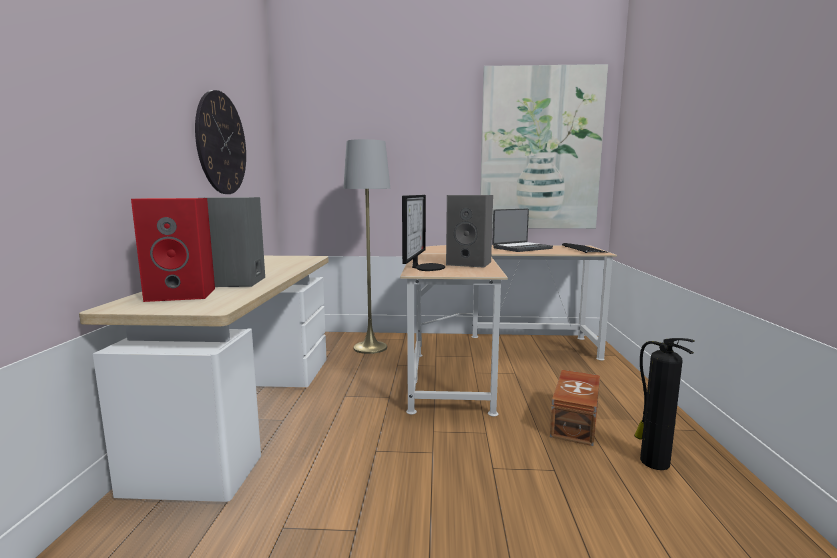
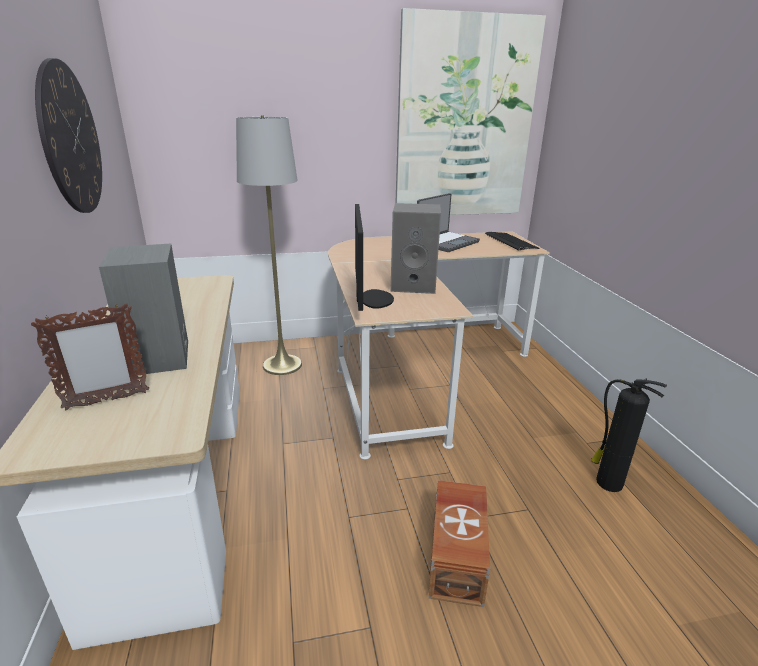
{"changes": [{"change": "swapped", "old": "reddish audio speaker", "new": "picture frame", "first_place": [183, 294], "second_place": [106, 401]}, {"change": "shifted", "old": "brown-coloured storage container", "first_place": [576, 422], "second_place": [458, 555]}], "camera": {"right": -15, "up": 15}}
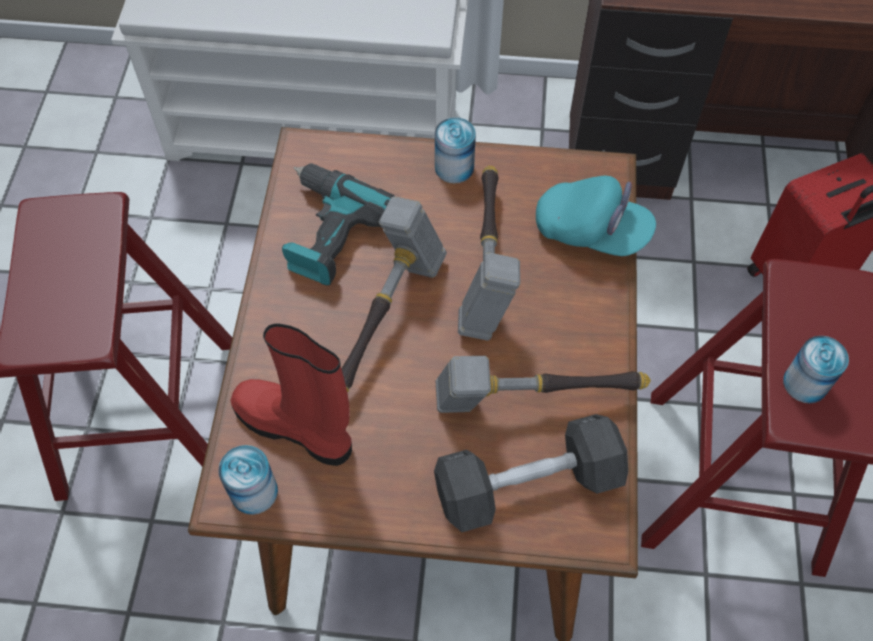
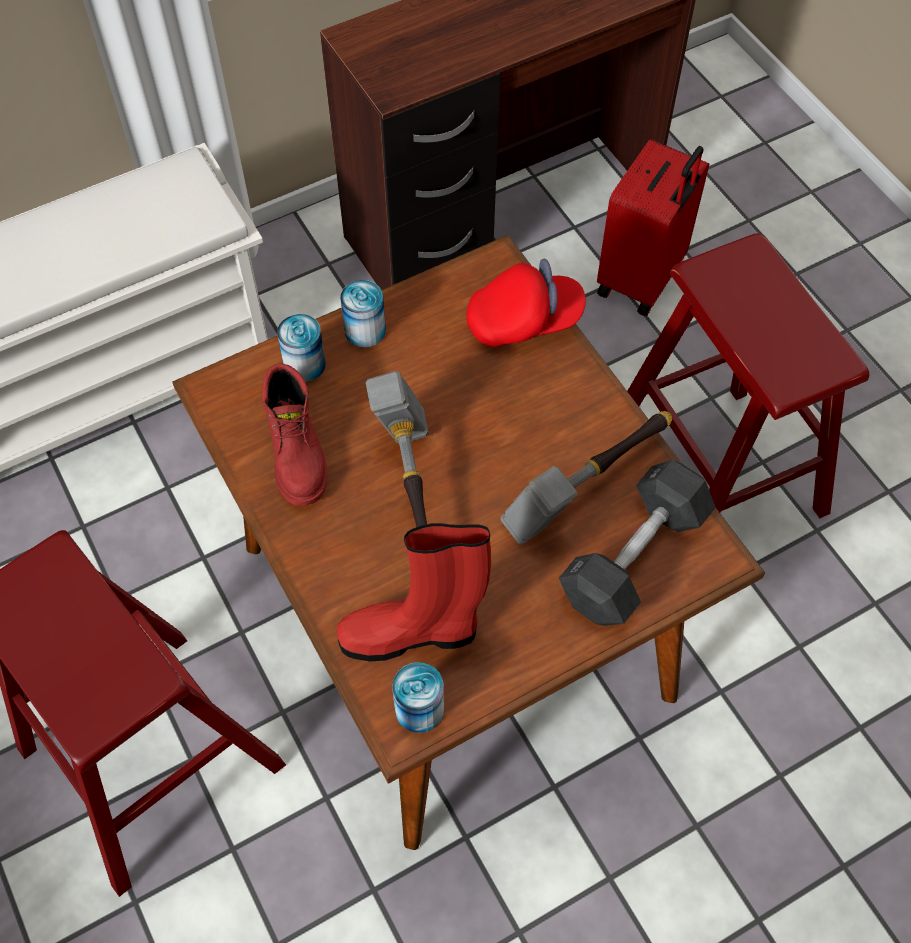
{"changes": [{"change": "swapped", "old": "drill", "new": "reddish boot", "first_place": [327, 232], "second_place": [297, 451]}, {"change": "gone", "old": "tool hammer", "first_place": [486, 266]}, {"change": "repainted", "old": "blue-green baseball cap", "new": "reddish baseball cap", "first_place": [591, 231], "second_place": [524, 321]}, {"change": "shifted", "old": "metal can", "first_place": [805, 383], "second_place": [304, 364]}], "camera": {"right": -35, "up": 0}}
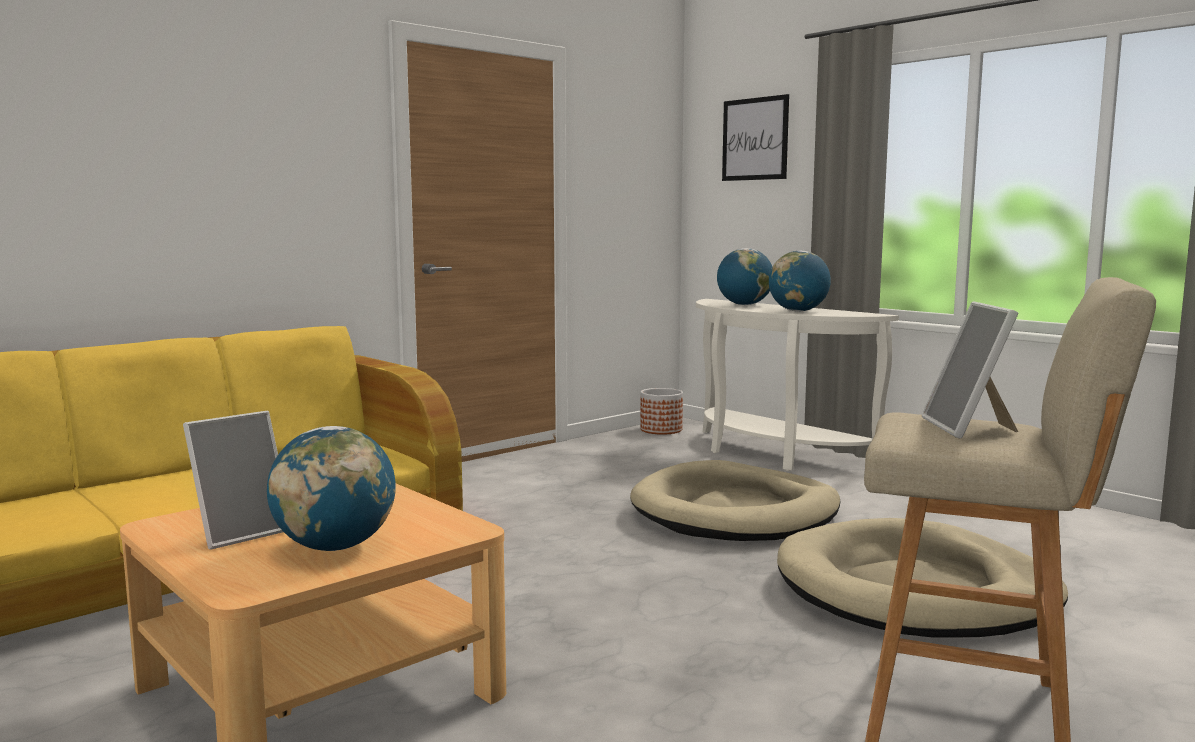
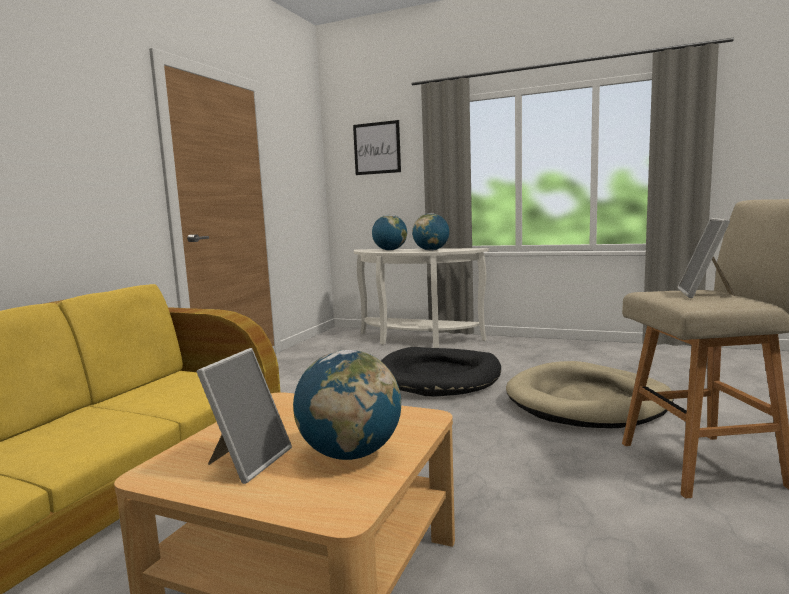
{"changes": [{"change": "rotated", "old": "picture frame", "first_place": [970, 428], "second_place": [704, 294], "degrees": 45}, {"change": "gone", "old": "planter", "first_place": [660, 430]}, {"change": "repainted", "old": "beige-coloured dog cushion", "new": "blackish dog cushion", "first_place": [735, 512], "second_place": [439, 377]}], "camera": {"right": -25, "up": 0}}
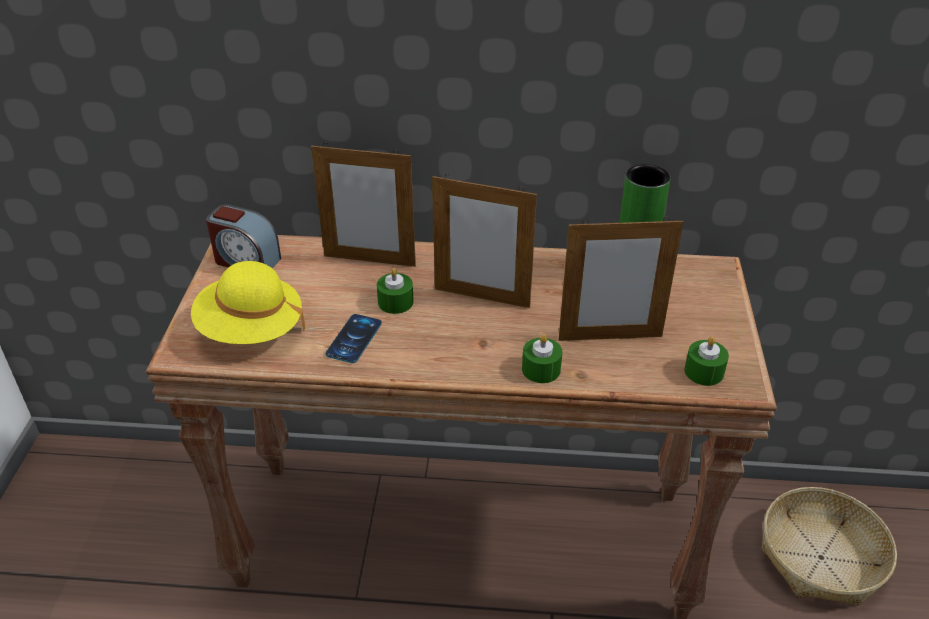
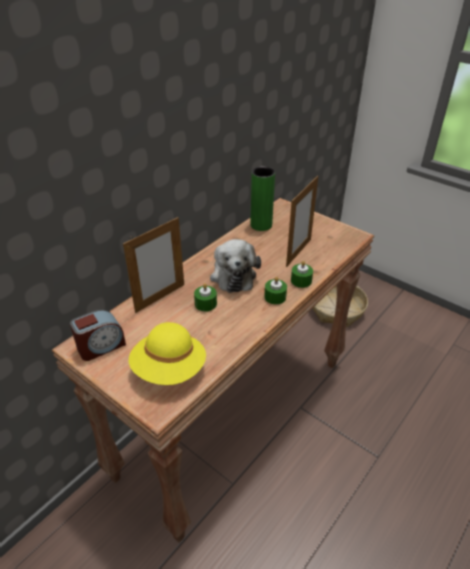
{"changes": [{"change": "swapped", "old": "picture frame", "new": "plush toy", "first_place": [482, 298], "second_place": [233, 274]}, {"change": "gone", "old": "telephone", "first_place": [354, 339]}, {"change": "shifted", "old": "greenish wax light", "first_place": [704, 372], "second_place": [275, 297]}], "camera": {"right": -55, "up": 0}}
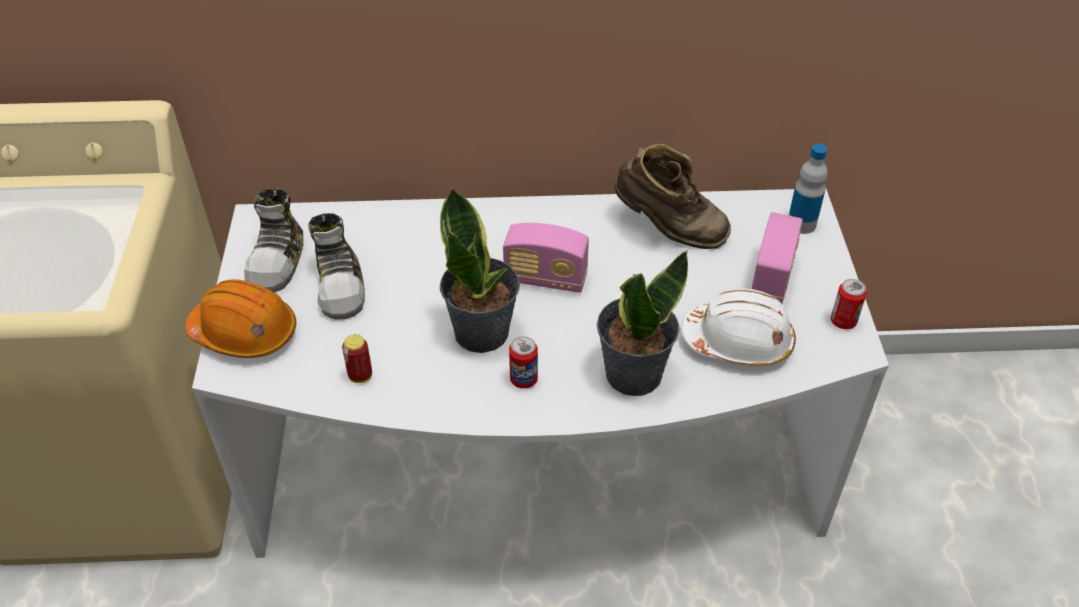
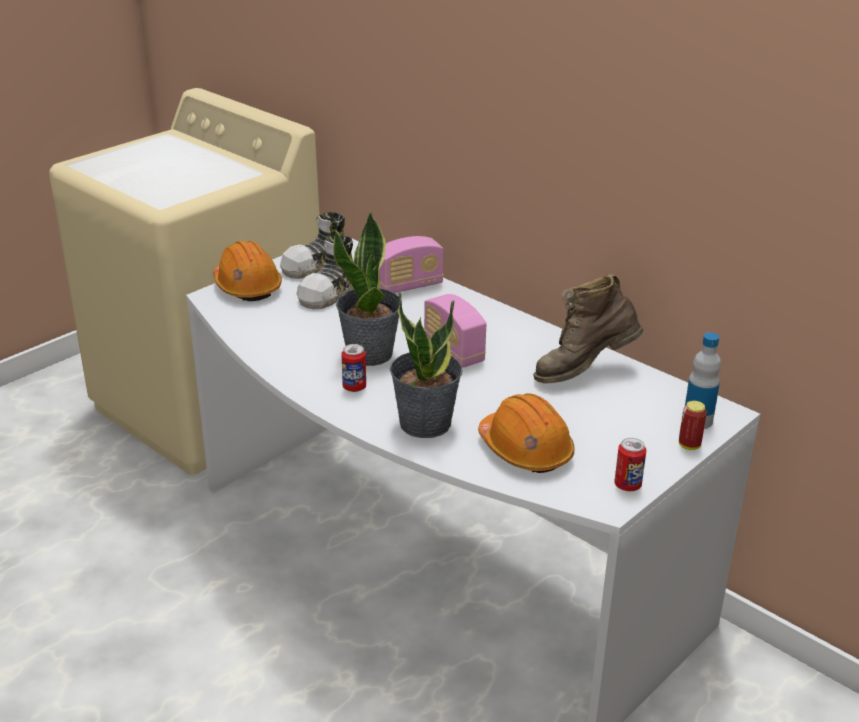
{"changes": [{"change": "rotated", "old": "brown-coloured boot", "first_place": [668, 230], "second_place": [583, 371], "degrees": 90}, {"change": "shifted", "old": "radio set", "first_place": [772, 278], "second_place": [409, 286]}, {"change": "repainted", "old": "whitish safety helmet", "new": "orange-coloured safety helmet", "first_place": [738, 342], "second_place": [525, 450]}, {"change": "shifted", "old": "metal can", "first_place": [360, 376], "second_place": [689, 445]}], "camera": {"right": 45, "up": -15}}
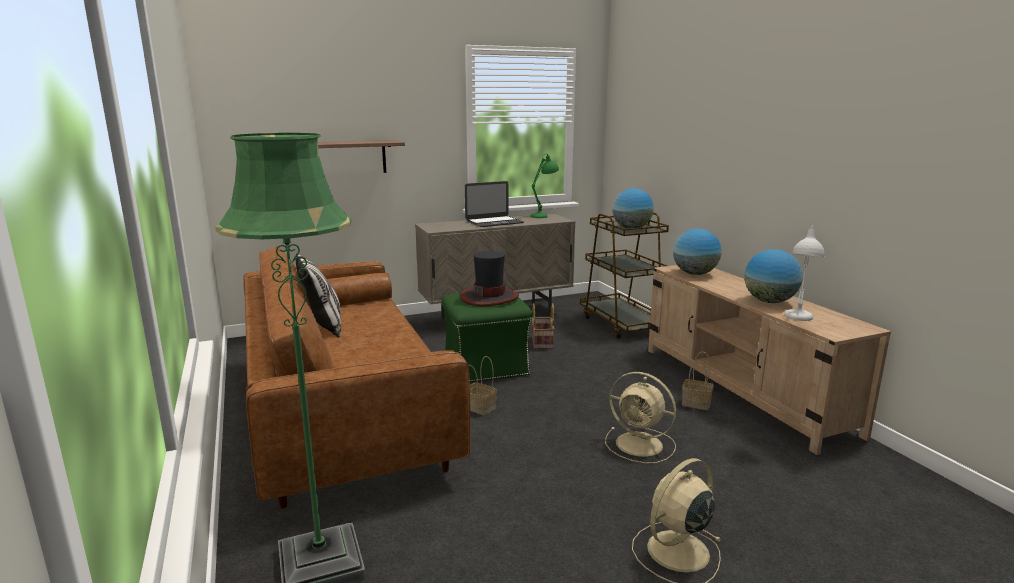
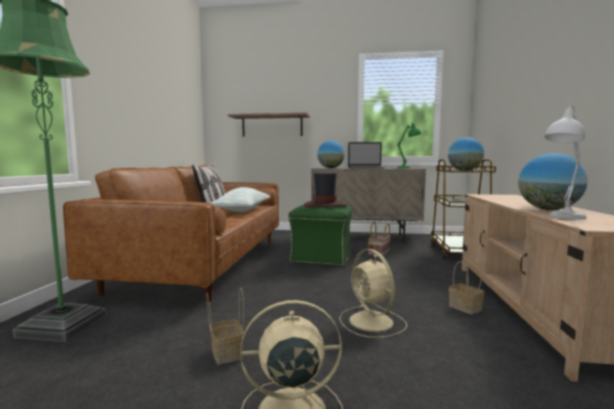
{"changes": [{"change": "shifted", "old": "world globe", "first_place": [694, 274], "second_place": [330, 168]}, {"change": "shifted", "old": "storage basket", "first_place": [479, 408], "second_place": [226, 352]}, {"change": "new", "new": "throw pillow", "second_place": [242, 210]}], "camera": {"right": 30, "up": -10}}
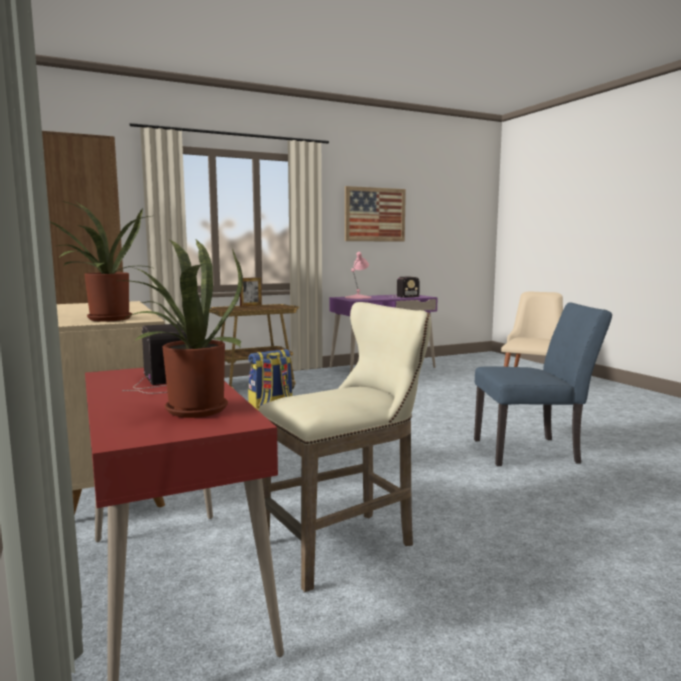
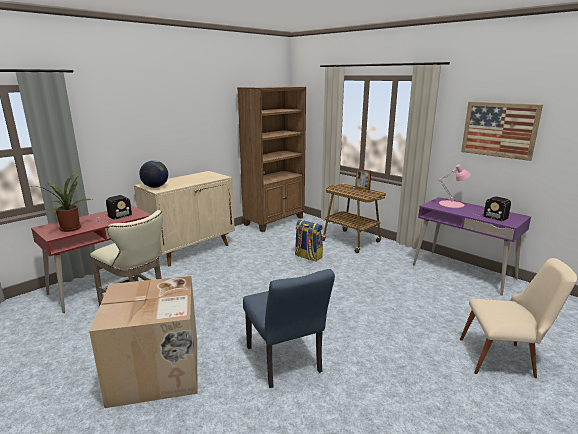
{"changes": [{"change": "swapped", "old": "plant in a pot", "new": "world globe", "first_place": [106, 319], "second_place": [155, 187]}, {"change": "new", "new": "packing box", "second_place": [157, 371]}], "camera": {"right": 70, "up": 10}}
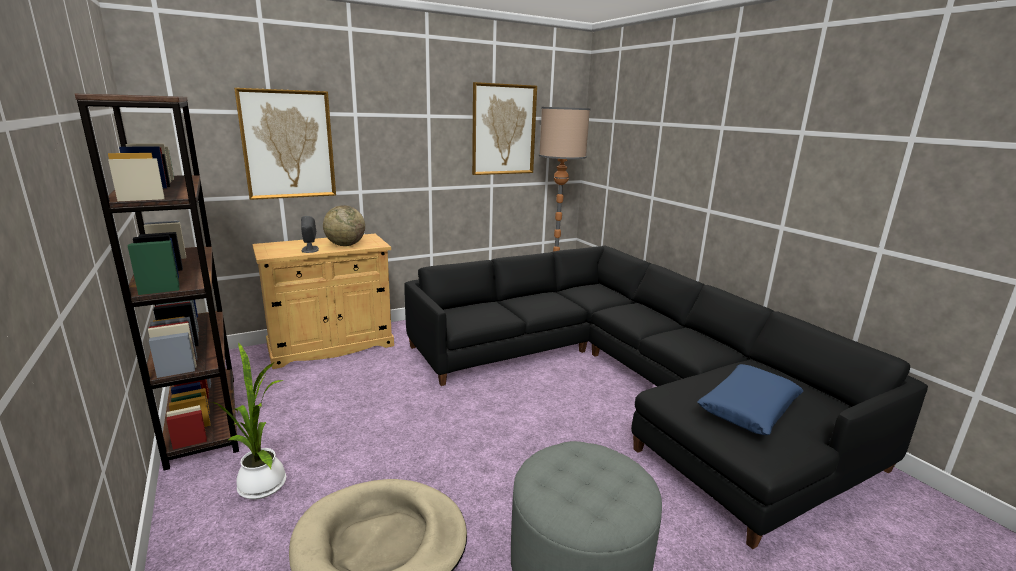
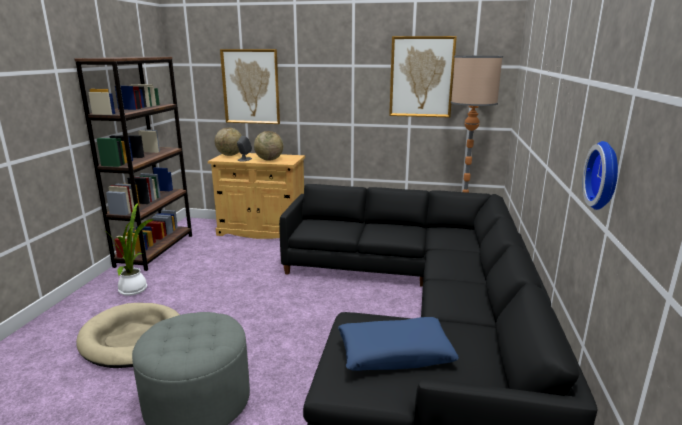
{"changes": [{"change": "new", "new": "world globe", "second_place": [230, 155]}, {"change": "new", "new": "wall clock", "second_place": [606, 176]}], "camera": {"right": 40, "up": 0}}
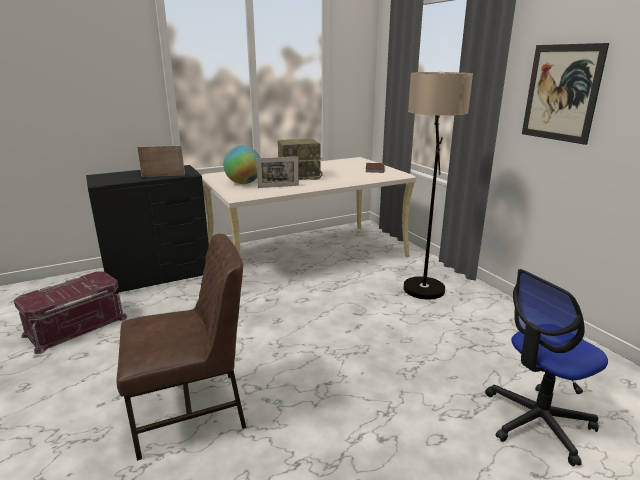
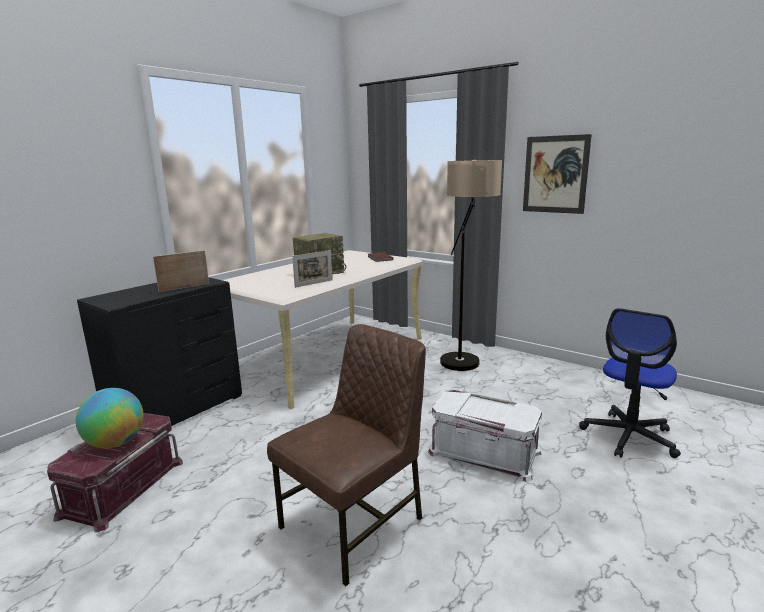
{"changes": [{"change": "shifted", "old": "world globe", "first_place": [243, 183], "second_place": [115, 443]}, {"change": "new", "new": "whitish storage container", "second_place": [483, 453]}], "camera": {"right": -25, "up": -5}}
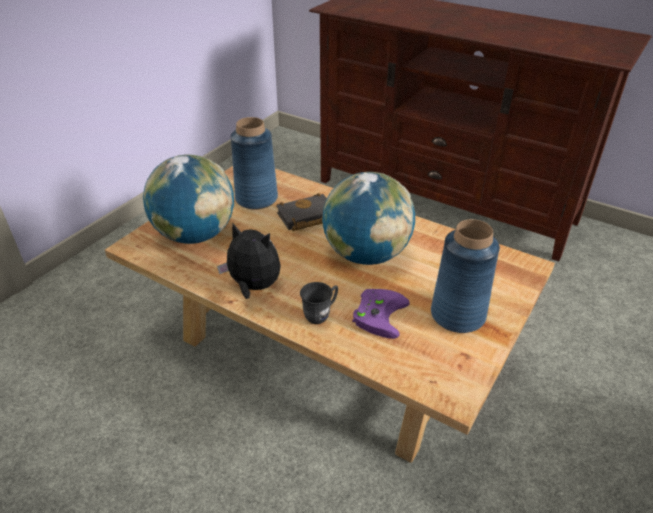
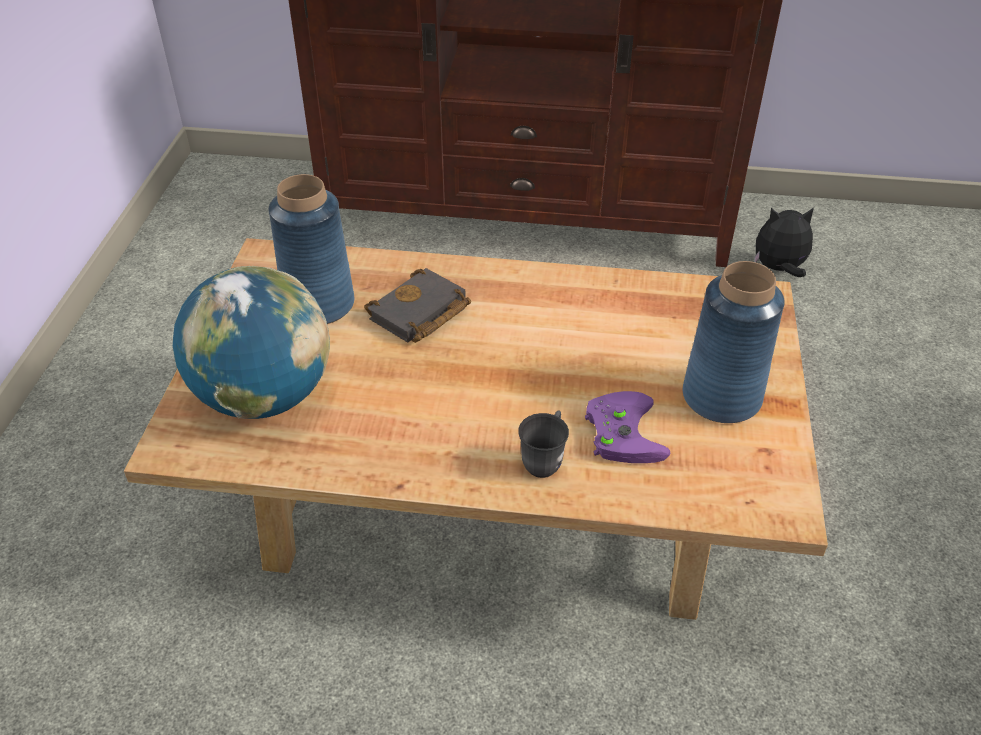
{"changes": [{"change": "gone", "old": "world globe", "first_place": [366, 255]}, {"change": "shifted", "old": "plush toy", "first_place": [253, 287], "second_place": [778, 269]}], "camera": {"right": -25, "up": 5}}
